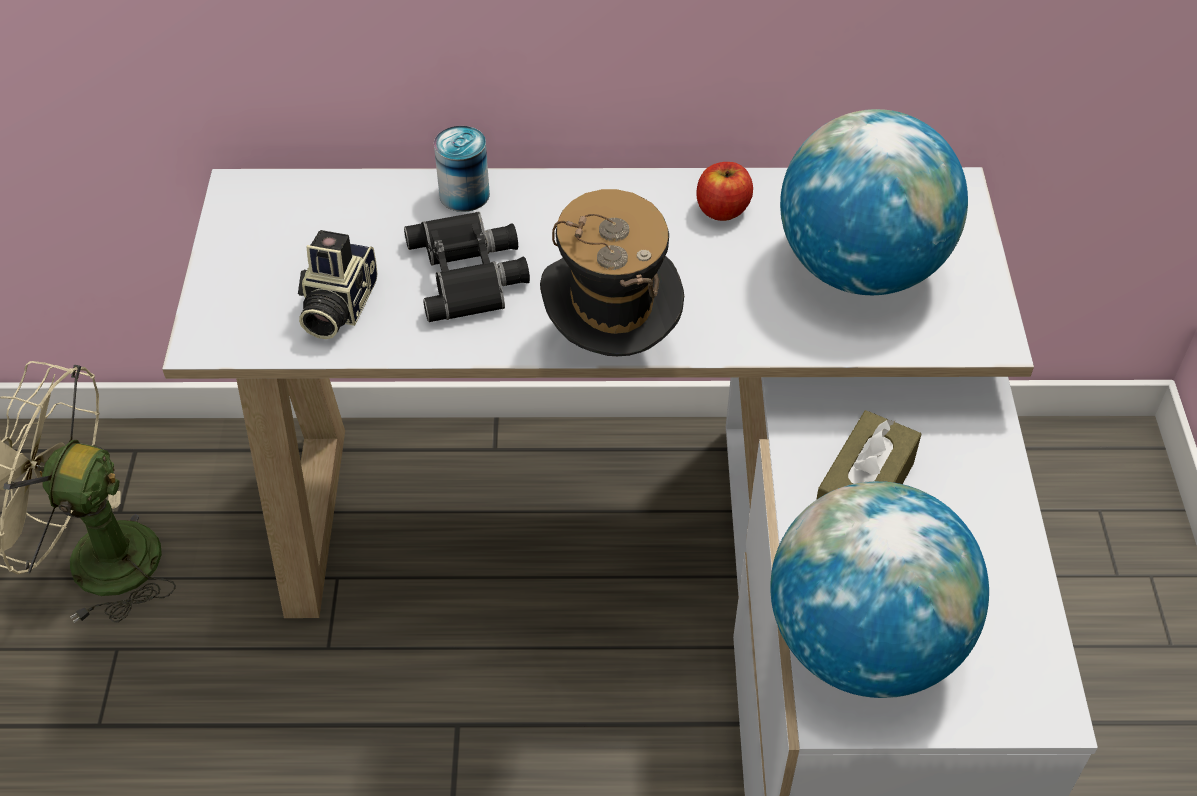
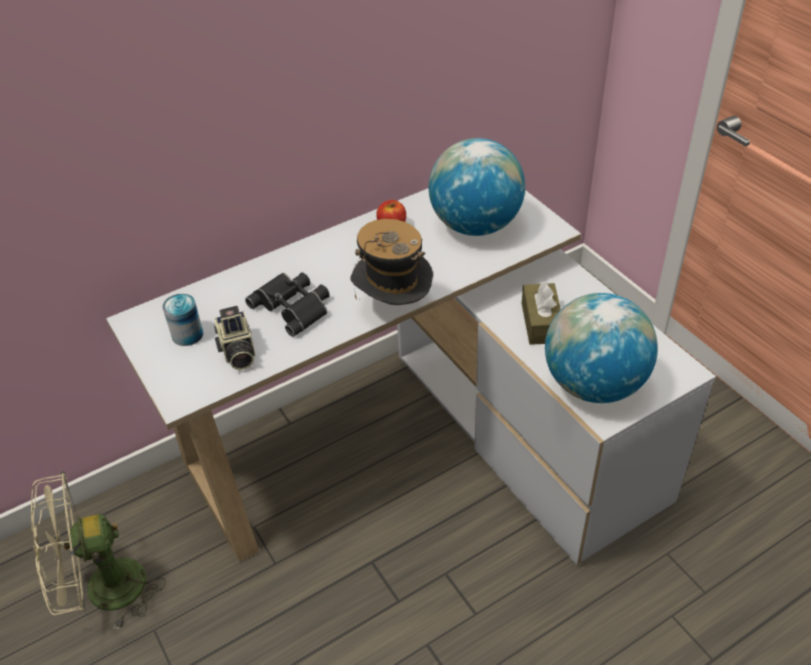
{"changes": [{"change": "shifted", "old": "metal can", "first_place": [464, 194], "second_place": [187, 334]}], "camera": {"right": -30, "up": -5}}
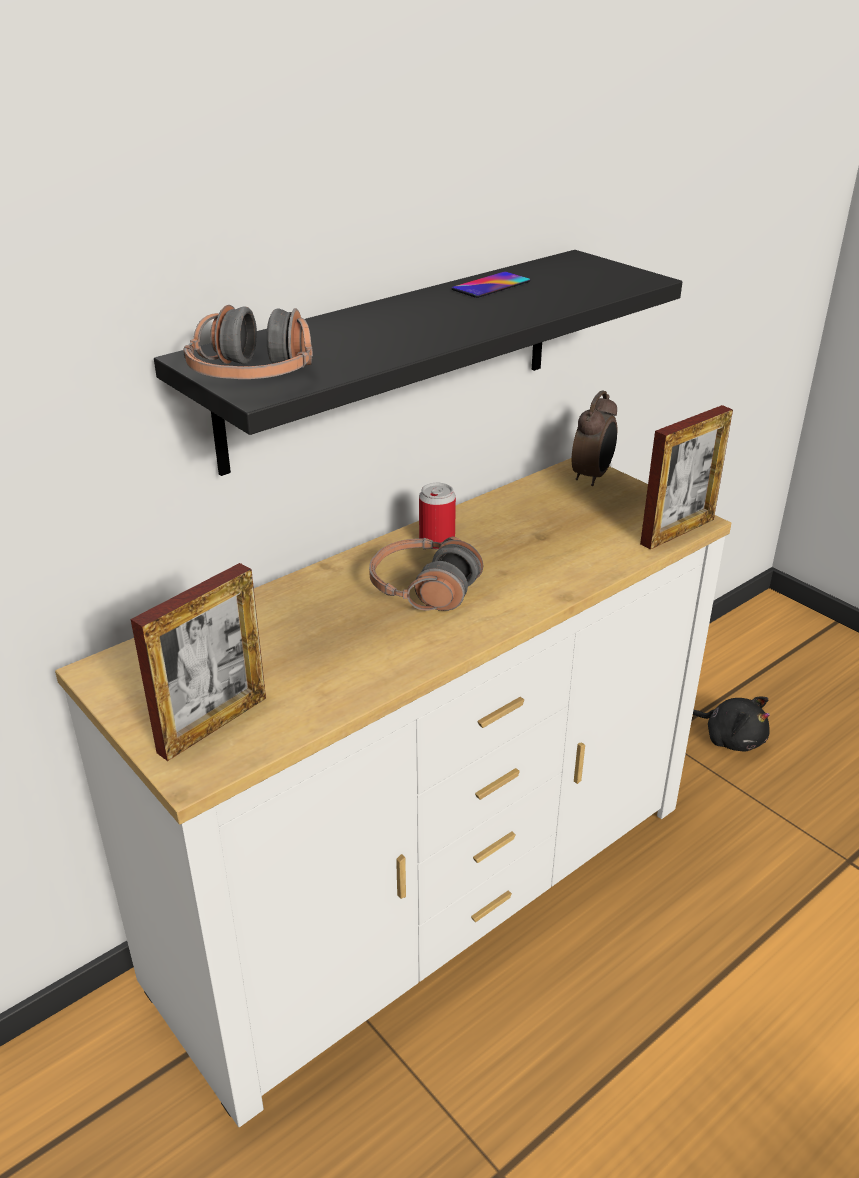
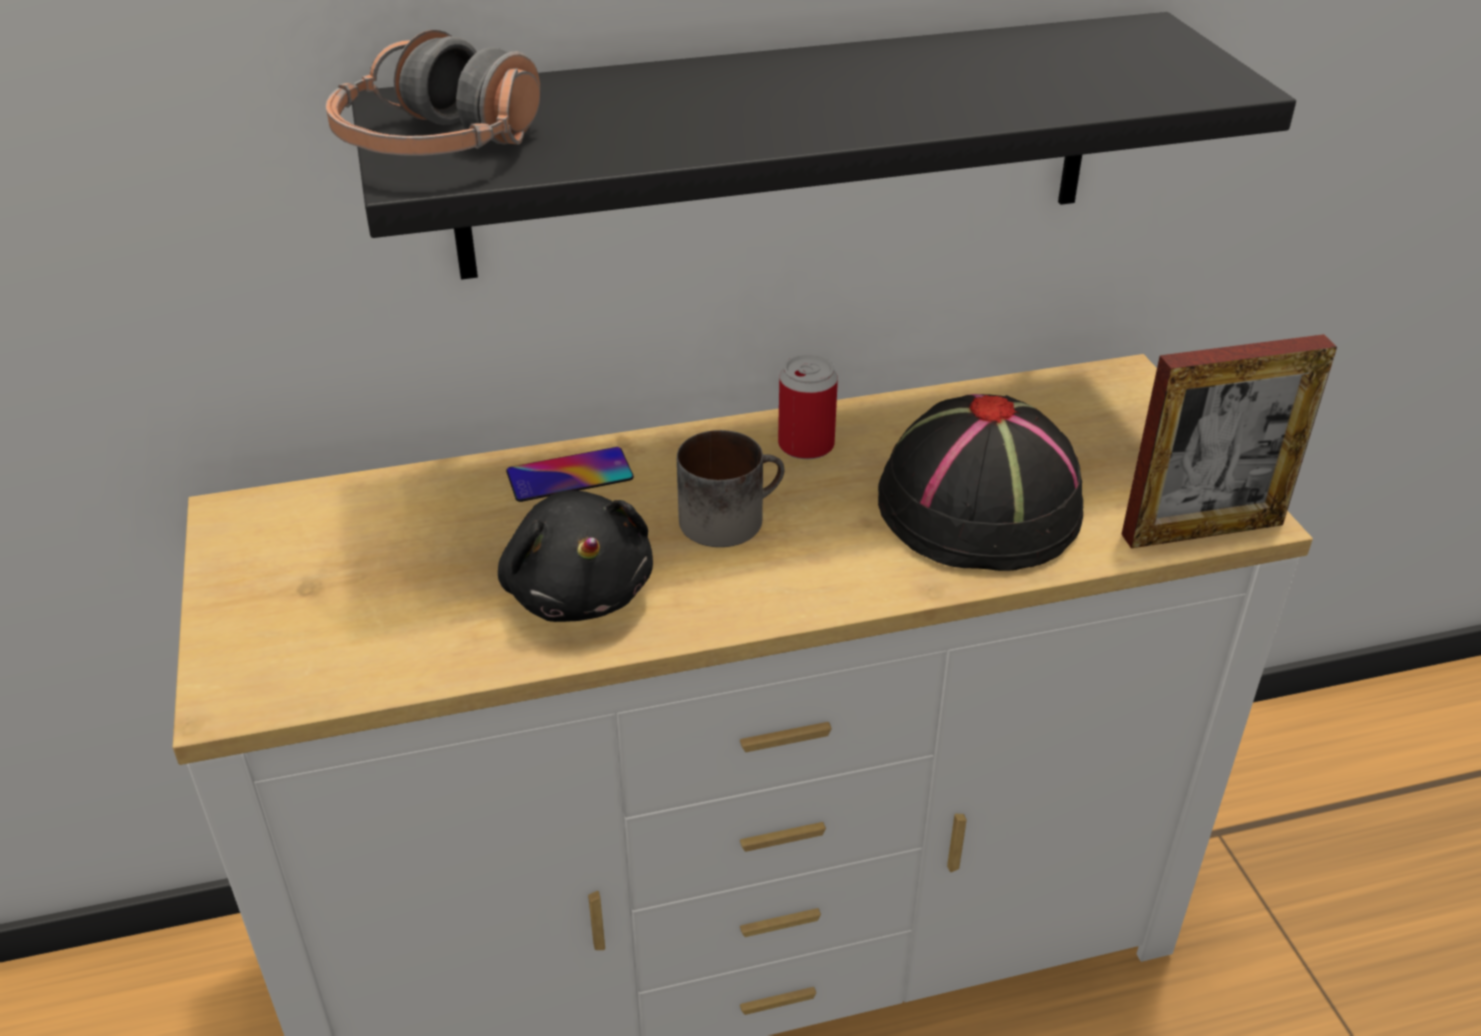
{"changes": [{"change": "shifted", "old": "telephone", "first_place": [491, 286], "second_place": [570, 475]}, {"change": "gone", "old": "bedside clock", "first_place": [592, 476]}, {"change": "swapped", "old": "headphones", "new": "coffee mug", "first_place": [423, 589], "second_place": [730, 516]}, {"change": "gone", "old": "picture frame", "first_place": [213, 724]}, {"change": "shifted", "old": "blackish plush toy", "first_place": [731, 738], "second_place": [578, 591]}, {"change": "new", "new": "blackish clothing hat", "second_place": [980, 509]}], "camera": {"right": 25, "up": 5}}
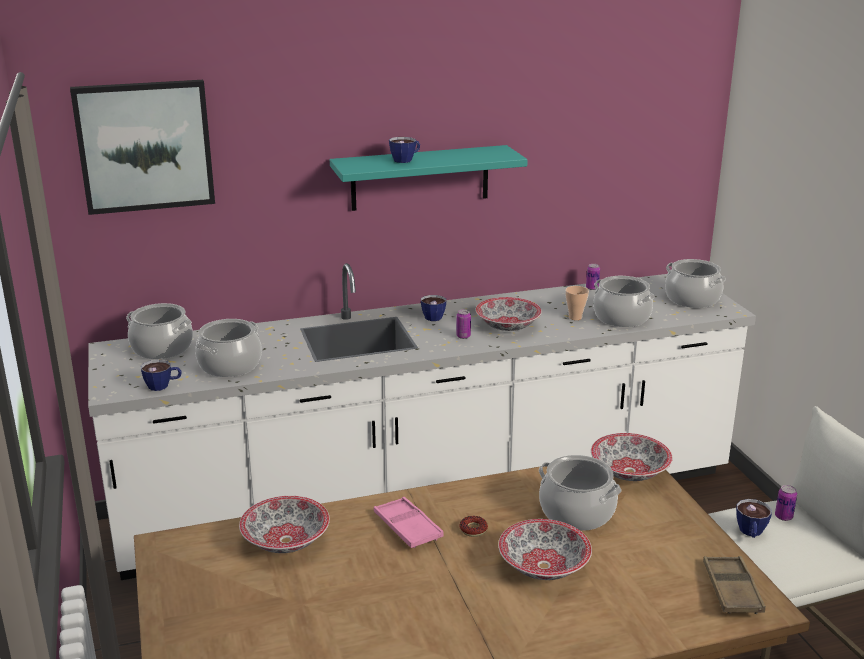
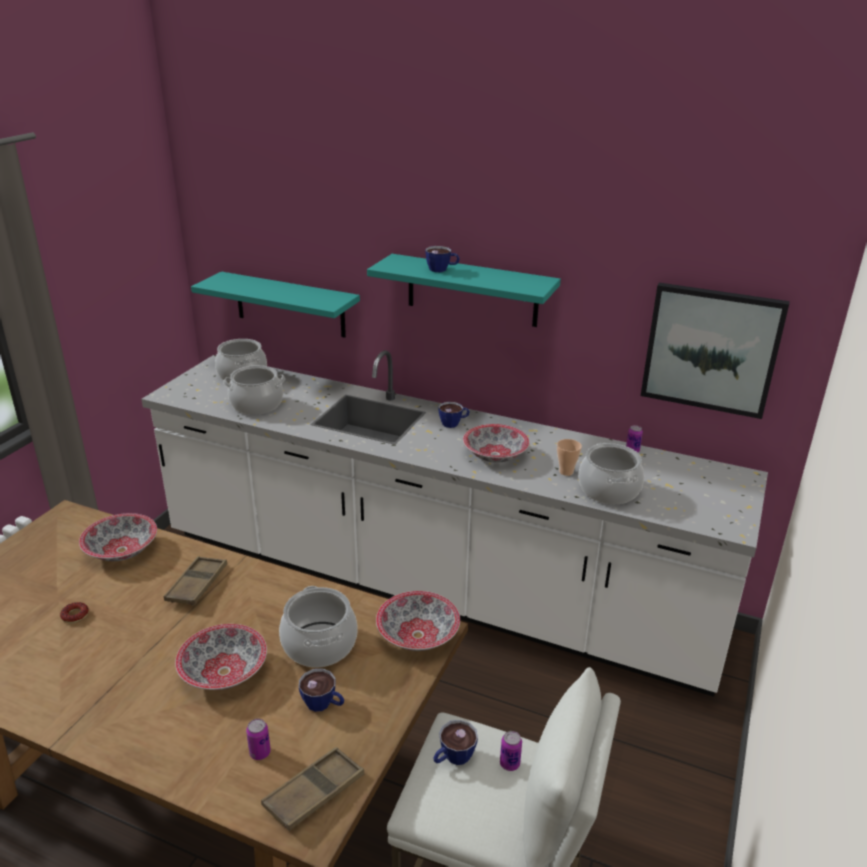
{"changes": [{"change": "shifted", "old": "wall art", "first_place": [145, 146], "second_place": [711, 349]}, {"change": "gone", "old": "stockpot", "first_place": [692, 299]}, {"change": "shifted", "old": "metal can", "first_place": [463, 336], "second_place": [260, 753]}, {"change": "shifted", "old": "drinking cup", "first_place": [163, 386], "second_place": [323, 704]}, {"change": "repainted", "old": "pinkish carrying tray", "new": "brown-coloured carrying tray", "first_place": [407, 527], "second_place": [197, 585]}, {"change": "shifted", "old": "doughnut", "first_place": [473, 529], "second_place": [75, 615]}, {"change": "new", "new": "blue-green bracket shelf", "second_place": [290, 305]}], "camera": {"right": 40, "up": 5}}
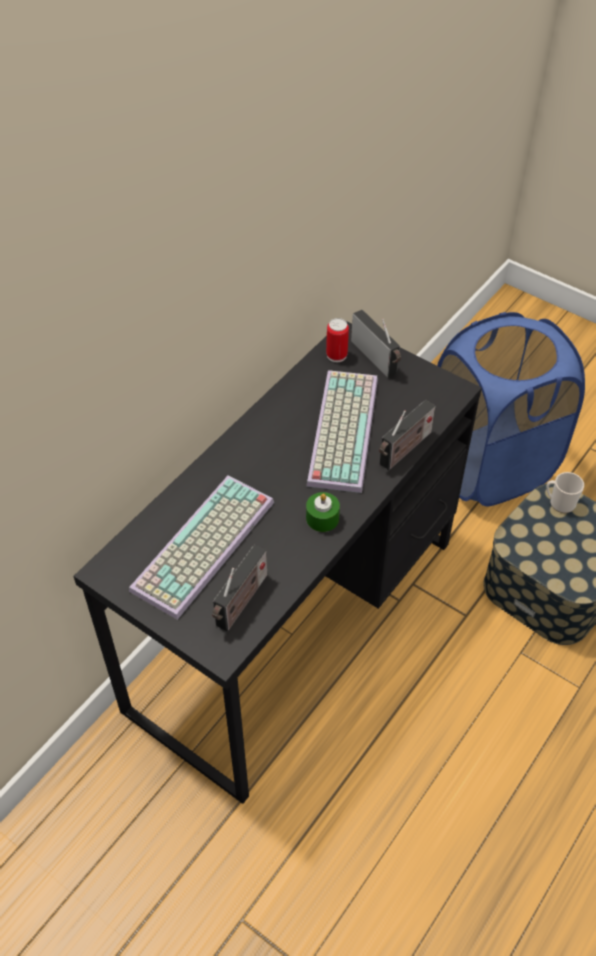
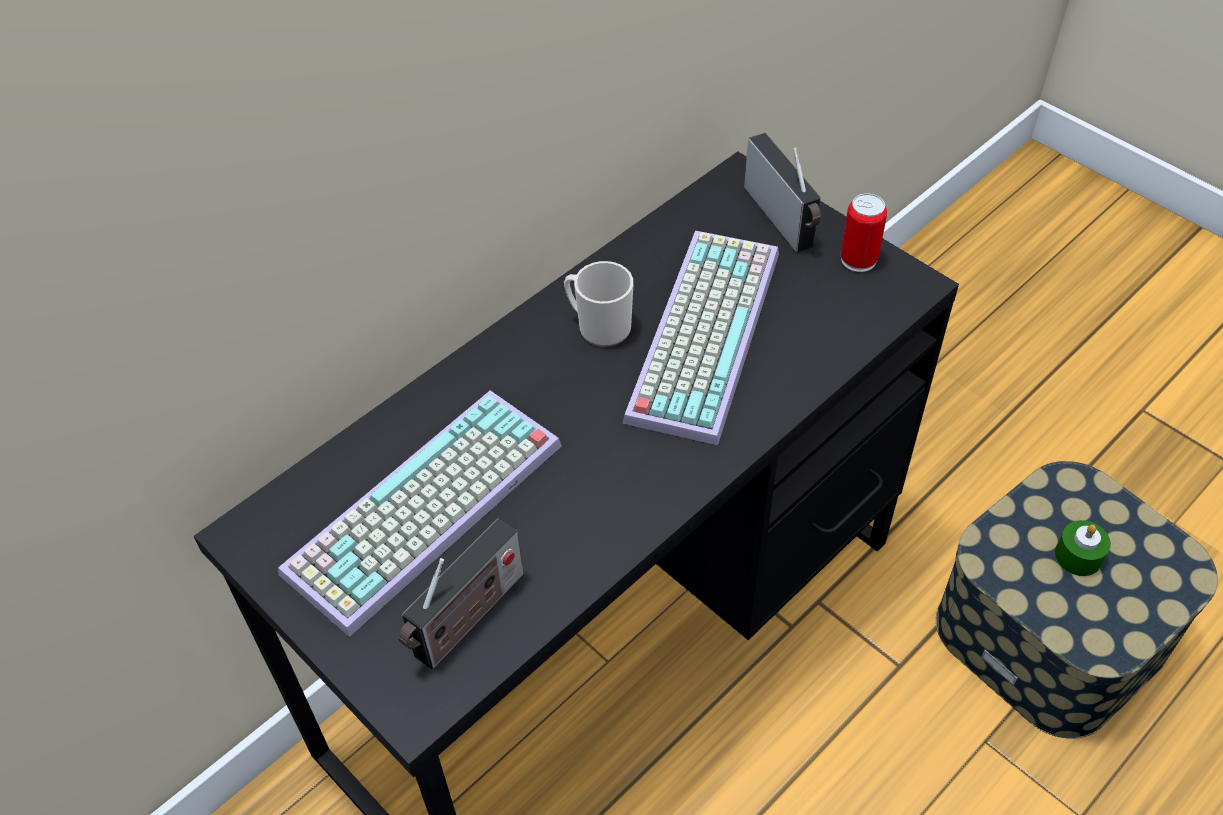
{"changes": [{"change": "gone", "old": "blue washing basket", "first_place": [489, 465]}, {"change": "shifted", "old": "metal can", "first_place": [336, 355], "second_place": [858, 259]}, {"change": "gone", "old": "radio set", "first_place": [404, 450]}, {"change": "shifted", "old": "coffee mug", "first_place": [559, 502], "second_place": [599, 326]}, {"change": "shifted", "old": "greenish wax light", "first_place": [322, 518], "second_place": [1078, 556]}], "camera": {"right": 10, "up": 0}}
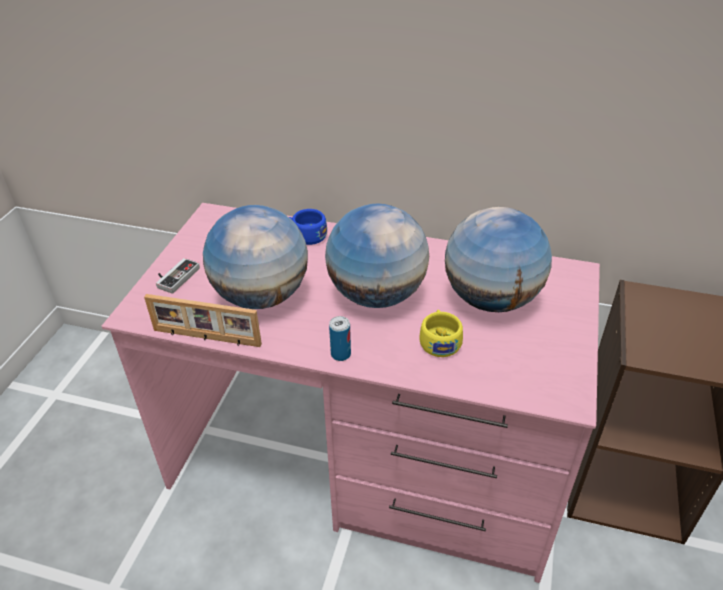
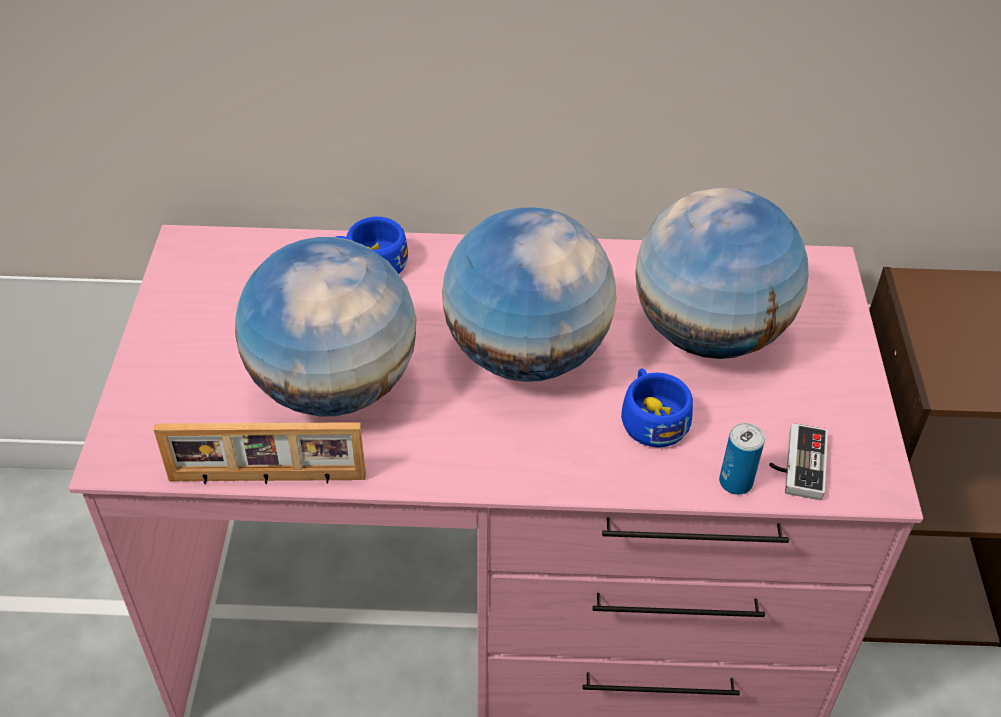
{"changes": [{"change": "shifted", "old": "joypad", "first_place": [175, 276], "second_place": [796, 463]}, {"change": "repainted", "old": "yellow drinking cup", "new": "blue drinking cup", "first_place": [439, 340], "second_place": [652, 418]}, {"change": "shifted", "old": "metal can", "first_place": [340, 354], "second_place": [735, 482]}], "camera": {"right": -15, "up": 5}}
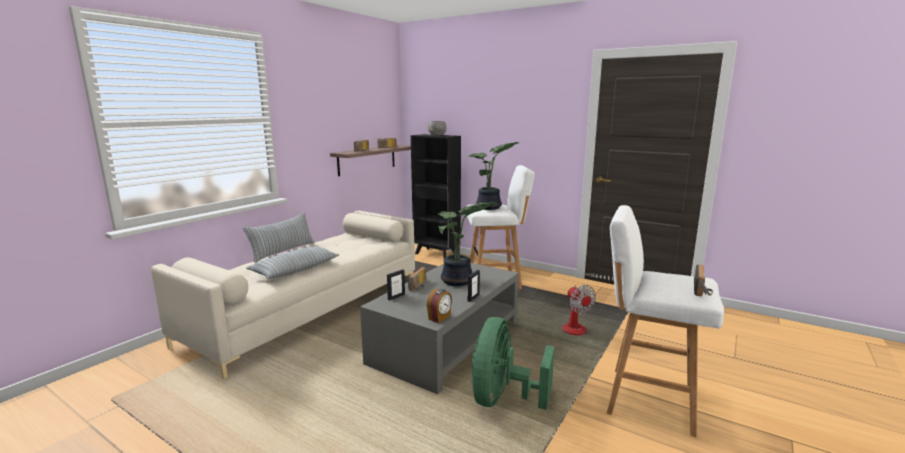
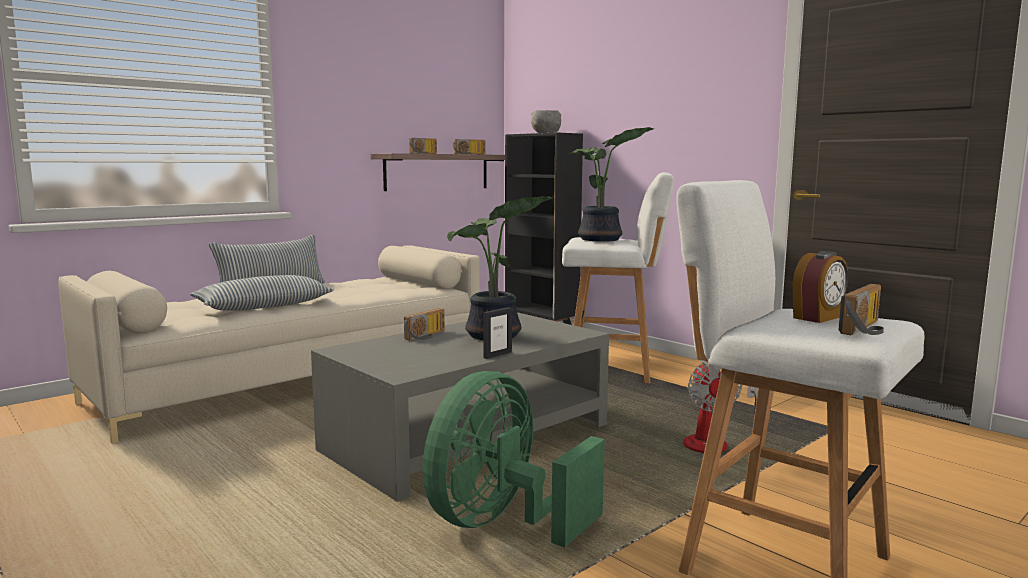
{"changes": [{"change": "gone", "old": "picture frame", "first_place": [396, 297]}, {"change": "shifted", "old": "bedside clock", "first_place": [440, 317], "second_place": [818, 318]}], "camera": {"right": 15, "up": -5}}
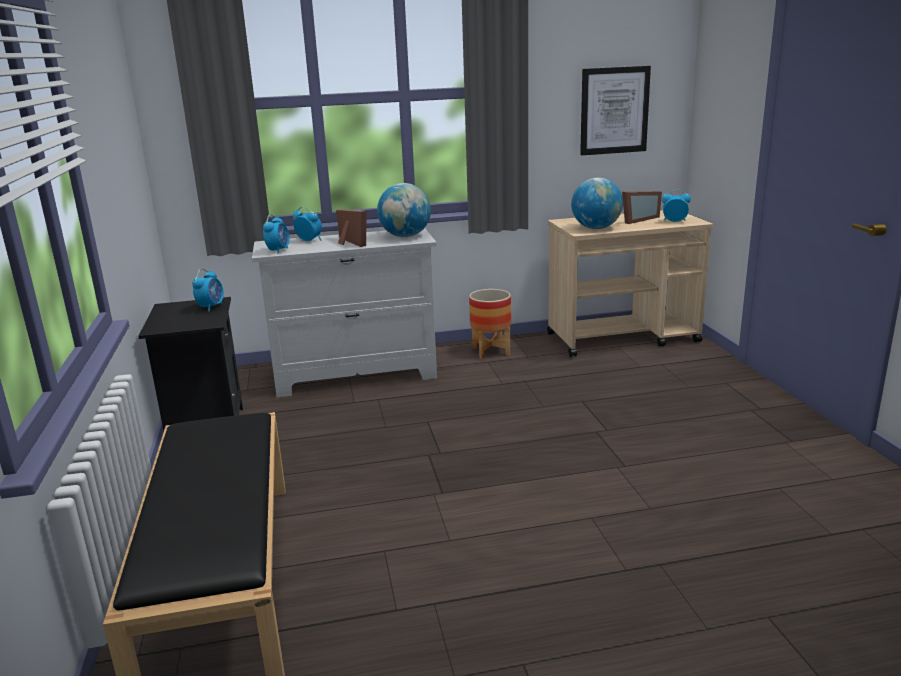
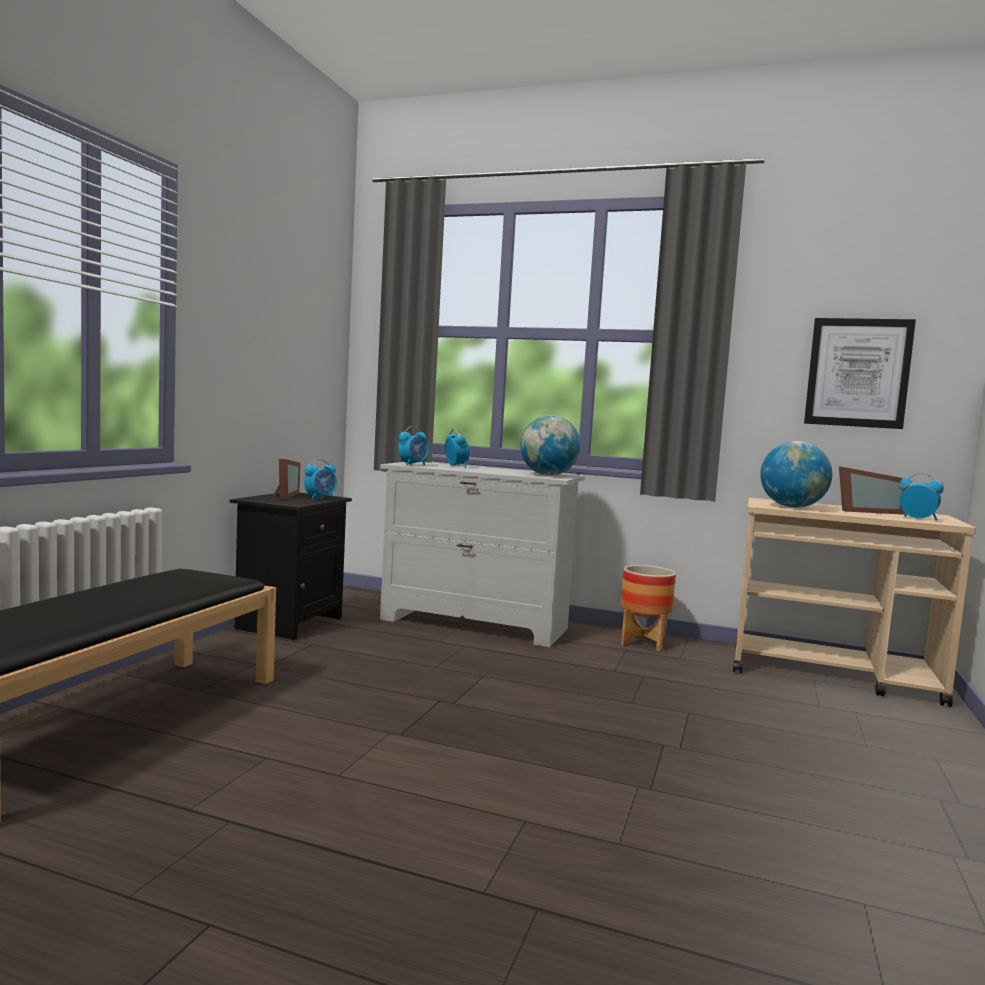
{"changes": [{"change": "shifted", "old": "picture frame", "first_place": [348, 243], "second_place": [283, 495]}], "camera": {"right": 30, "up": -15}}
